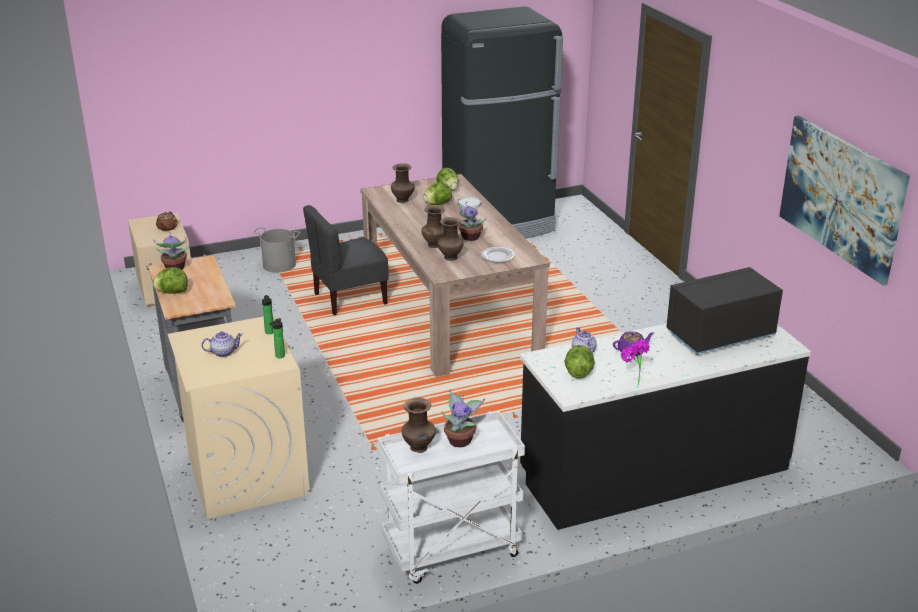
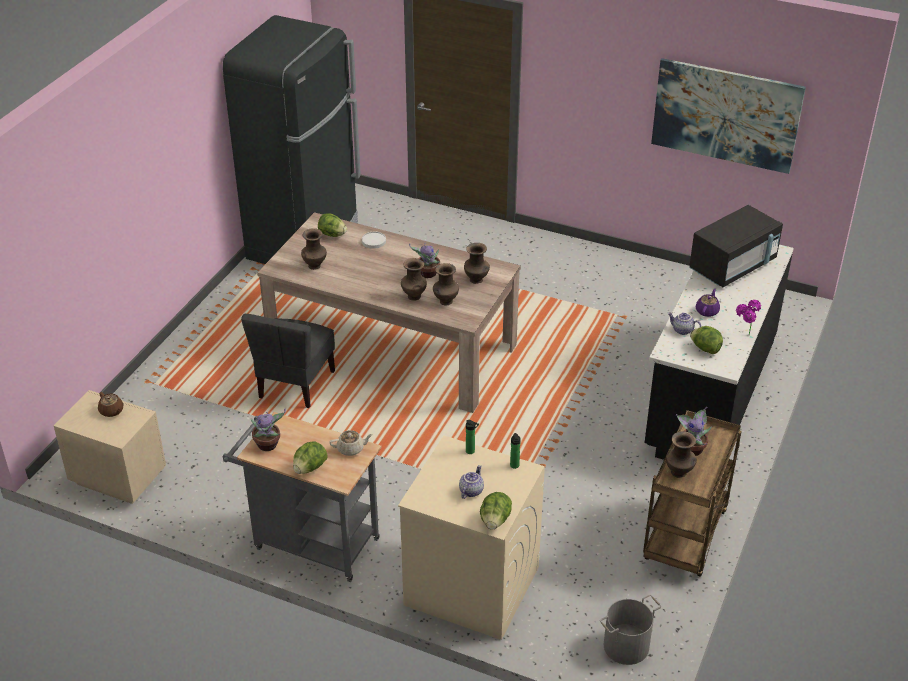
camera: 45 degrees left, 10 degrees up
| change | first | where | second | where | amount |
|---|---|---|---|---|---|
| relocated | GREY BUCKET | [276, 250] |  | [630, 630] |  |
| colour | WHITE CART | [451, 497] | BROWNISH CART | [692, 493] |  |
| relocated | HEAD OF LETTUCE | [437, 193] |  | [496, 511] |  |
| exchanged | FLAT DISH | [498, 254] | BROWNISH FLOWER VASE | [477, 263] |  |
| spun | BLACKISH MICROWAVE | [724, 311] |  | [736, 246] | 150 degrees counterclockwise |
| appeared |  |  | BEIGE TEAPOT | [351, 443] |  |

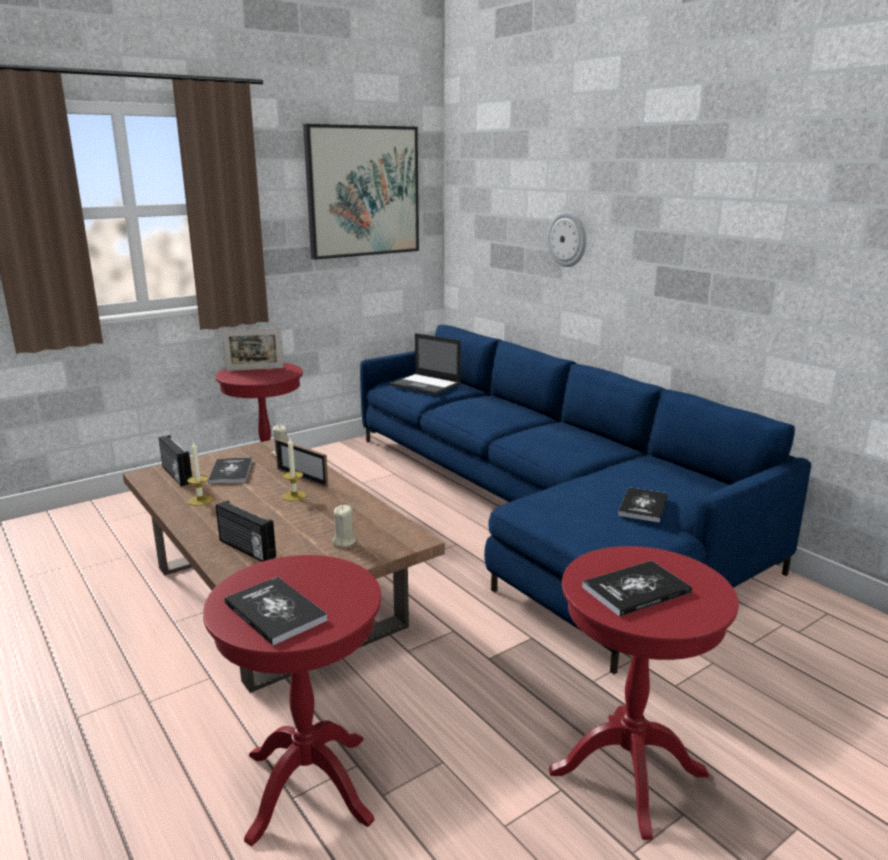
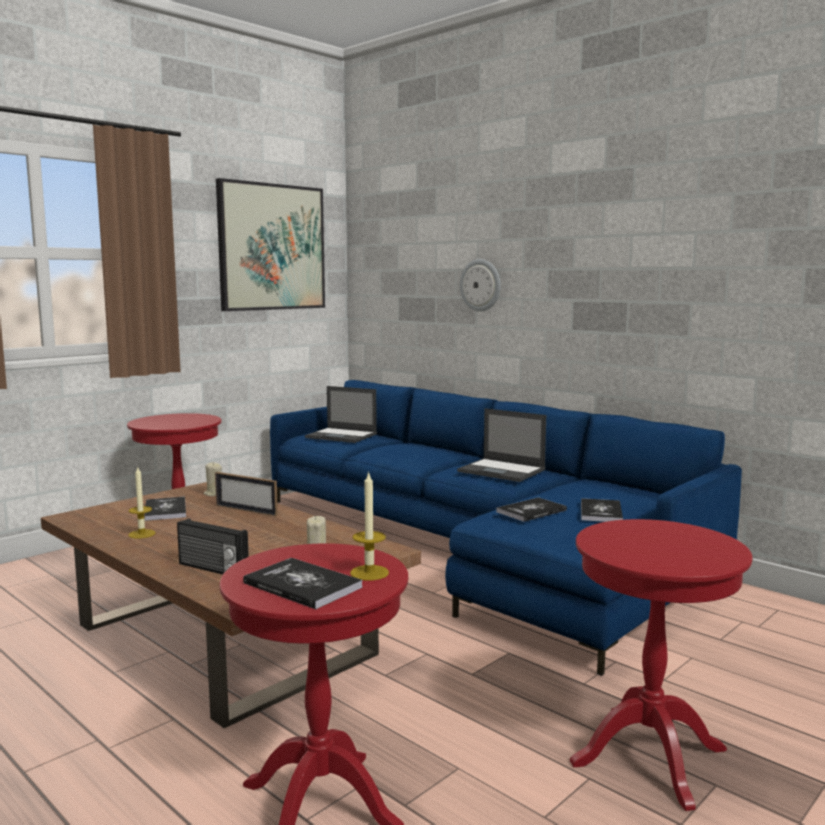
camera: 10 degrees left, 10 degrees down
| change | first | where | second | where | amount |
|---|---|---|---|---|---|
| missing | RADIO | [175, 460] |  |  |  |
| missing | STANDING FRAME | [253, 349] |  |  |  |
| relocated | WAX LIGHT | [294, 469] |  | [369, 525] |  |
| relocated | VOLUME | [637, 589] |  | [531, 509] |  |
| appeared |  |  | PORTABLE COMPUTER | [501, 445] |  |

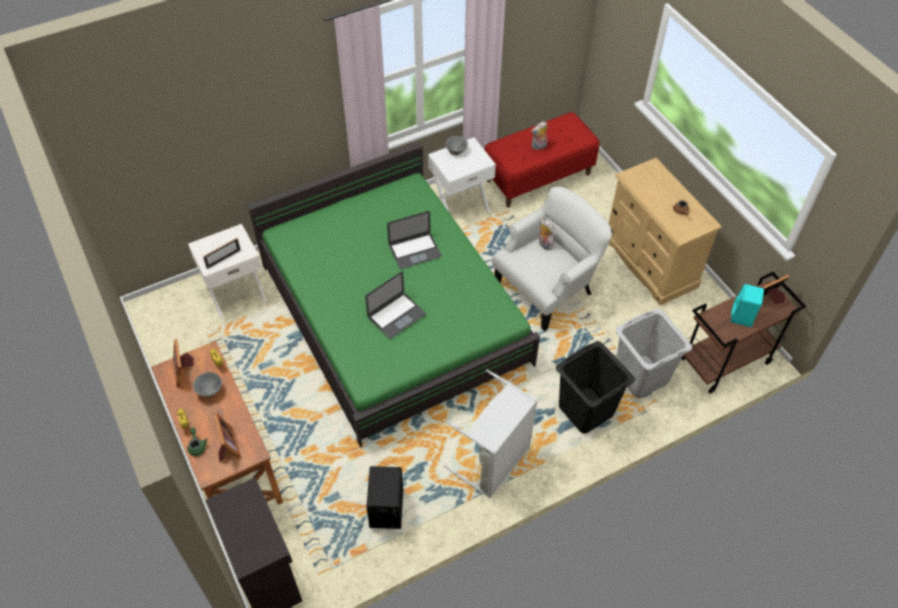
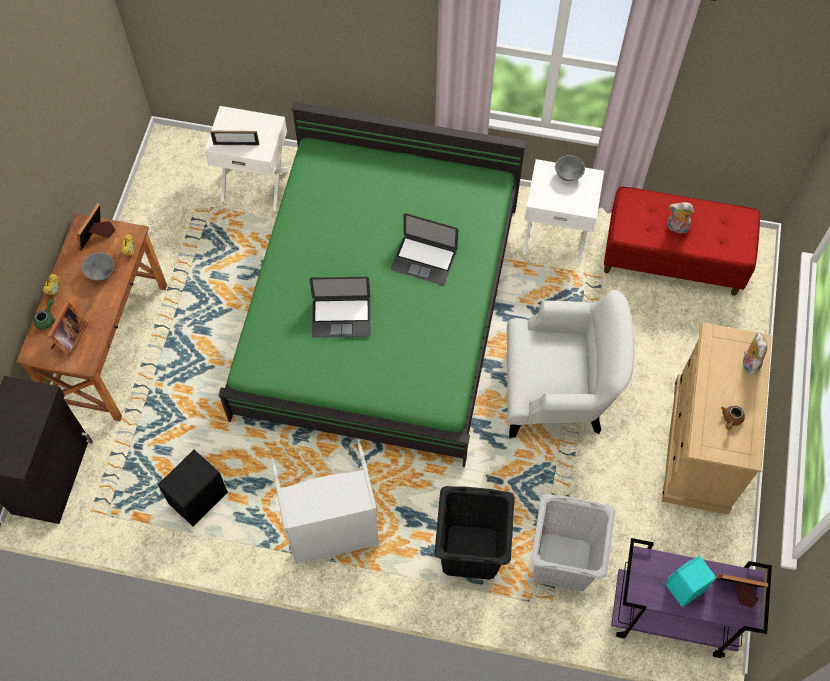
camera: 40 degrees right, 10 degrees up
| change | first | where | second | where | amount |
|---|---|---|---|---|---|
| relocated | CUDDLY TOY | [546, 234] |  | [755, 353] |  |
| colour | BROWNISH CART | [744, 333] | PURPLISH CART | [691, 598] |  |

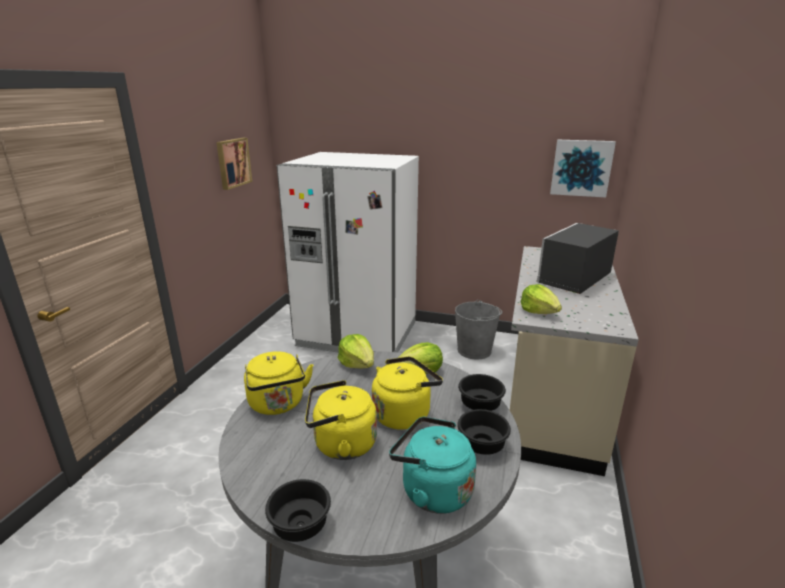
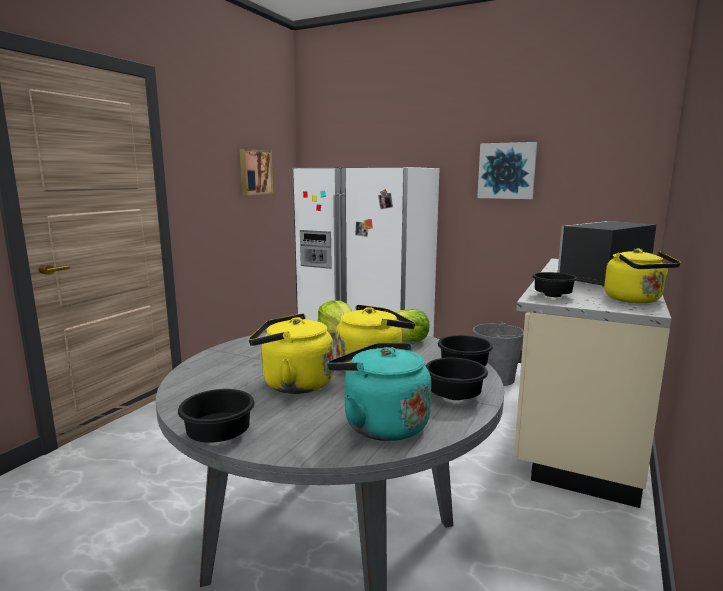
camera: 10 degrees right, 10 degrees down
| change | first | where | second | where | amount |
|---|---|---|---|---|---|
| relocated | YELLOW-COLOURED KETTLE | [278, 383] |  | [642, 275] |  |
| exchanged | HEAD OF LETTUCE | [541, 299] | BLACKISH BOWL | [555, 284] |  |
| relocated | WALL PICTURE | [583, 168] |  | [507, 170] |  |

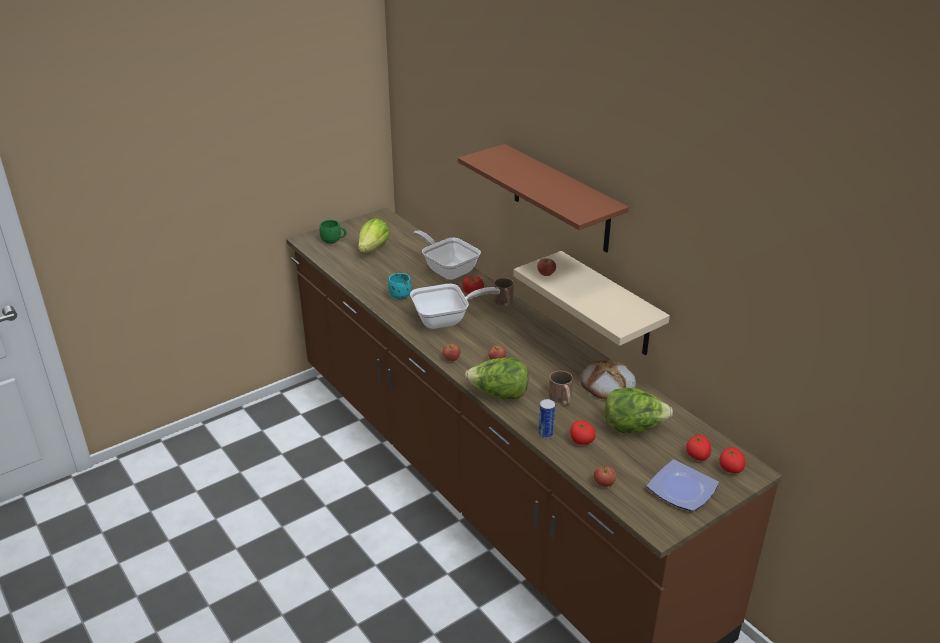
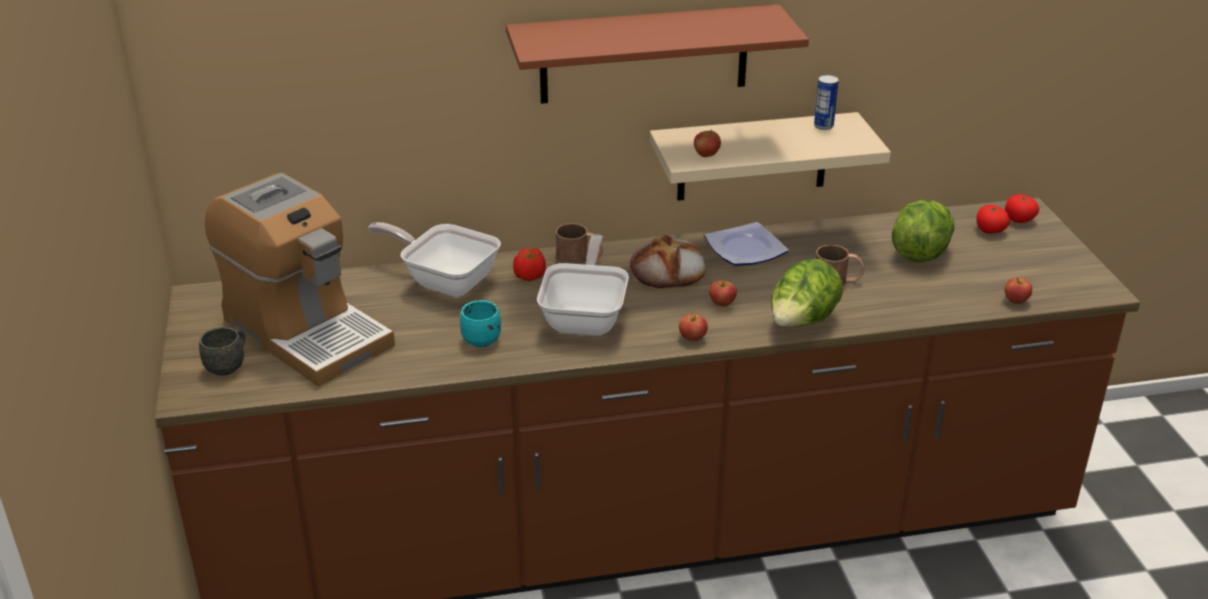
camera: 65 degrees left, 0 degrees up
| change | first | where | second | where | amount |
|---|---|---|---|---|---|
| colour | GREENISH COFFEE MUG | [333, 232] | GREY COFFEE MUG | [222, 351] |  |
| exchanged | HEAD OF LETTUCE | [374, 235] | COFFEE BREWER | [300, 279] |  |
| spun | SKILLET | [447, 255] |  | [434, 259] | 45 degrees clockwise |
| relocated | CAN | [546, 419] |  | [826, 102] |  |
| missing | TOMATO | [583, 433] |  |  |  |
| relocated | BAKED BREAD | [608, 380] |  | [668, 261] |  |
| relocated | FLAT DISH | [683, 485] |  | [747, 244] |  |

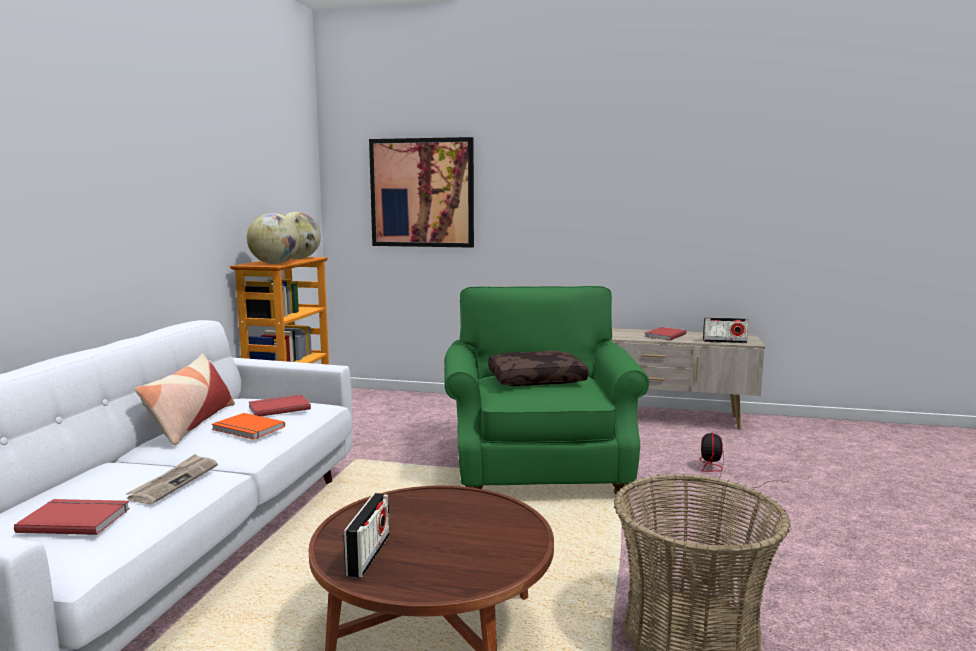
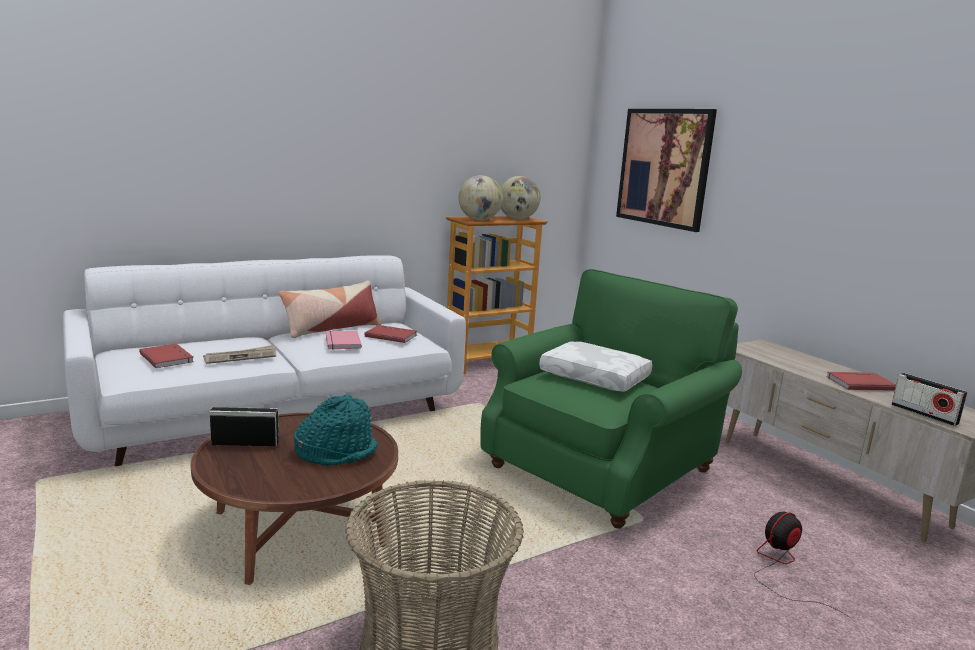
camera: 45 degrees right, 5 degrees up
| change | first | where | second | where | amount |
|---|---|---|---|---|---|
| colour | ORANGE VOLUME | [248, 426] | PINK-COLOURED VOLUME | [344, 340] |  |
| spun | RADIO | [366, 535] |  | [244, 426] | 150 degrees counterclockwise |
| colour | BROWNISH THROW PILLOW | [538, 368] | WHITE THROW PILLOW | [596, 367] |  |
| appeared |  |  | TURQUOISE HAT | [335, 430] |  |

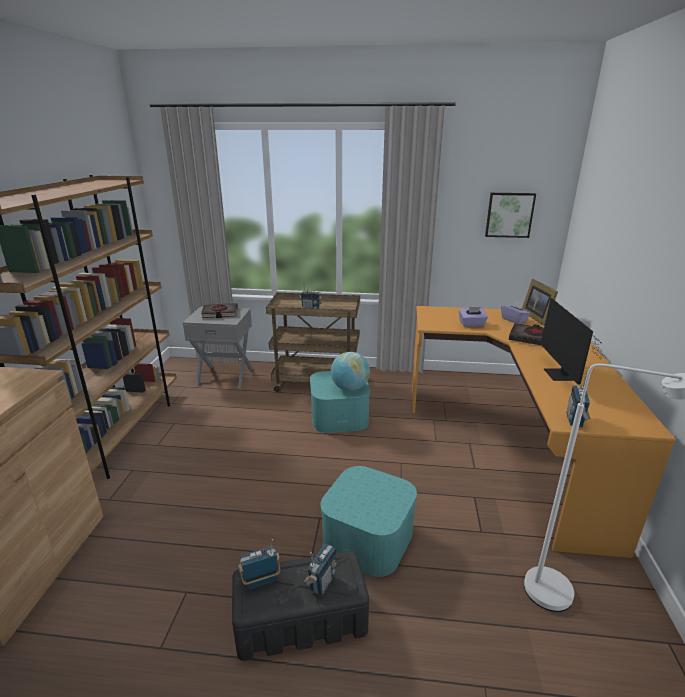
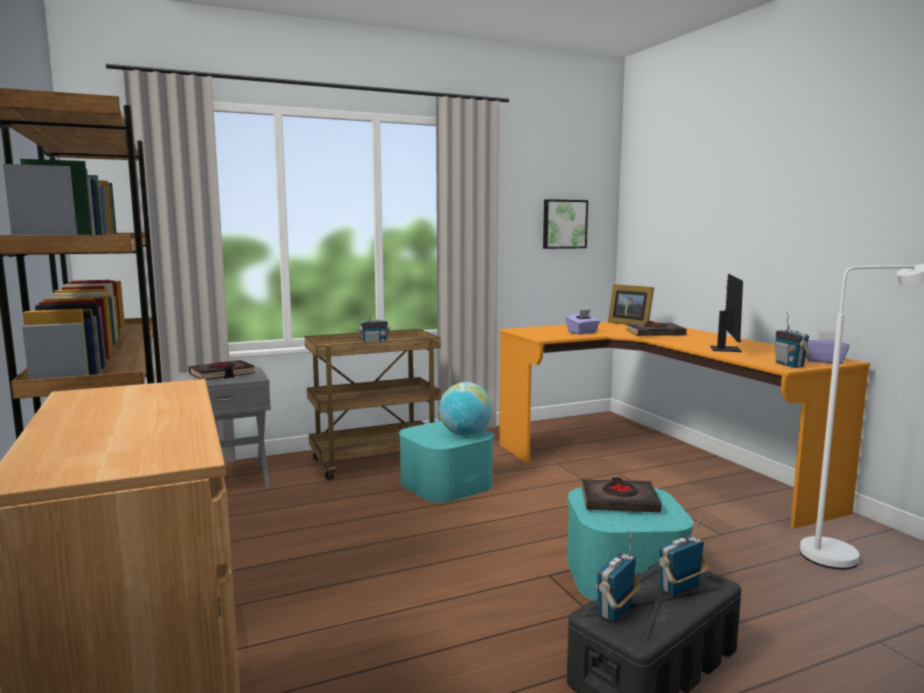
camera: 30 degrees left, 15 degrees down
| change | first | where | second | where | amount |
|---|---|---|---|---|---|
| spun | RADIO | [320, 569] |  | [683, 556] | 120 degrees counterclockwise |
| relocated | PURPLISH BOX OF TISSUES | [516, 312] |  | [827, 347] |  |
| spun | MONITOR | [571, 341] |  | [726, 313] | 135 degrees counterclockwise |
| appeared |  |  | BLACKISH VOLUME | [622, 494] |  |

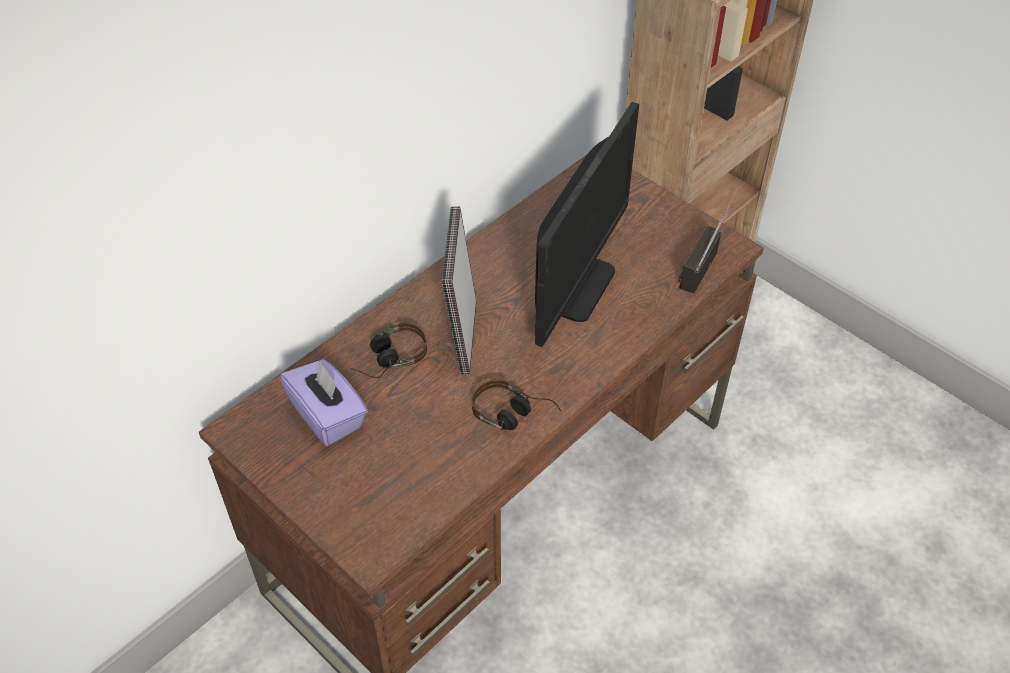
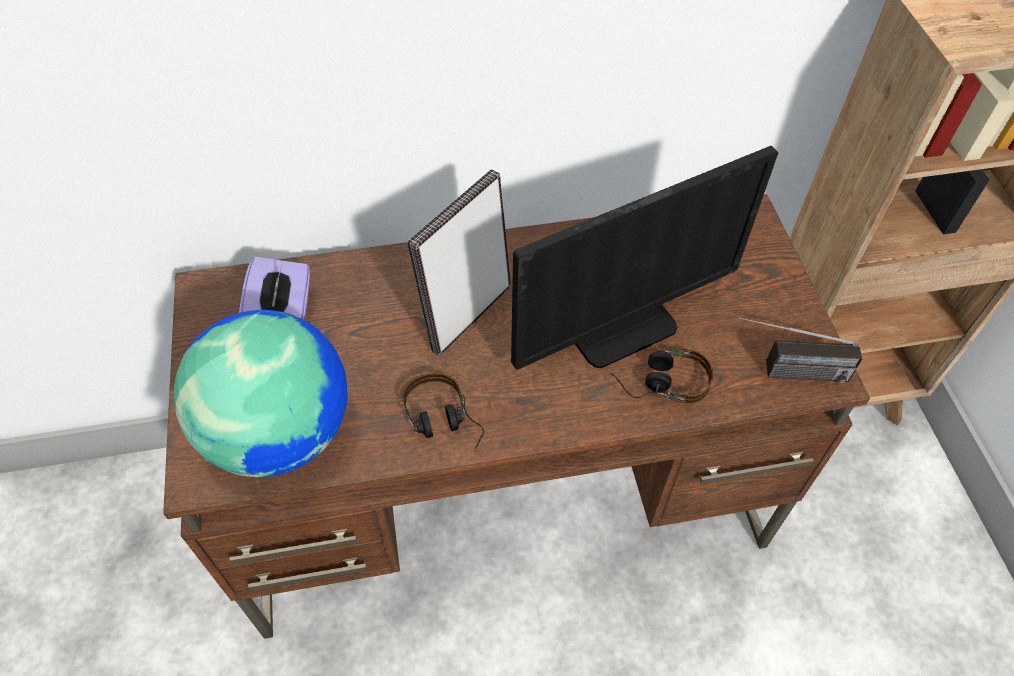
camera: 35 degrees right, 5 degrees up
| change | first | where | second | where | amount |
|---|---|---|---|---|---|
| relocated | HEADPHONES | [389, 350] |  | [662, 376] |  |
| spun | RADIO | [707, 241] |  | [800, 350] | 150 degrees counterclockwise |
| appeared |  |  | DESK GLOBE | [261, 393] |  |

